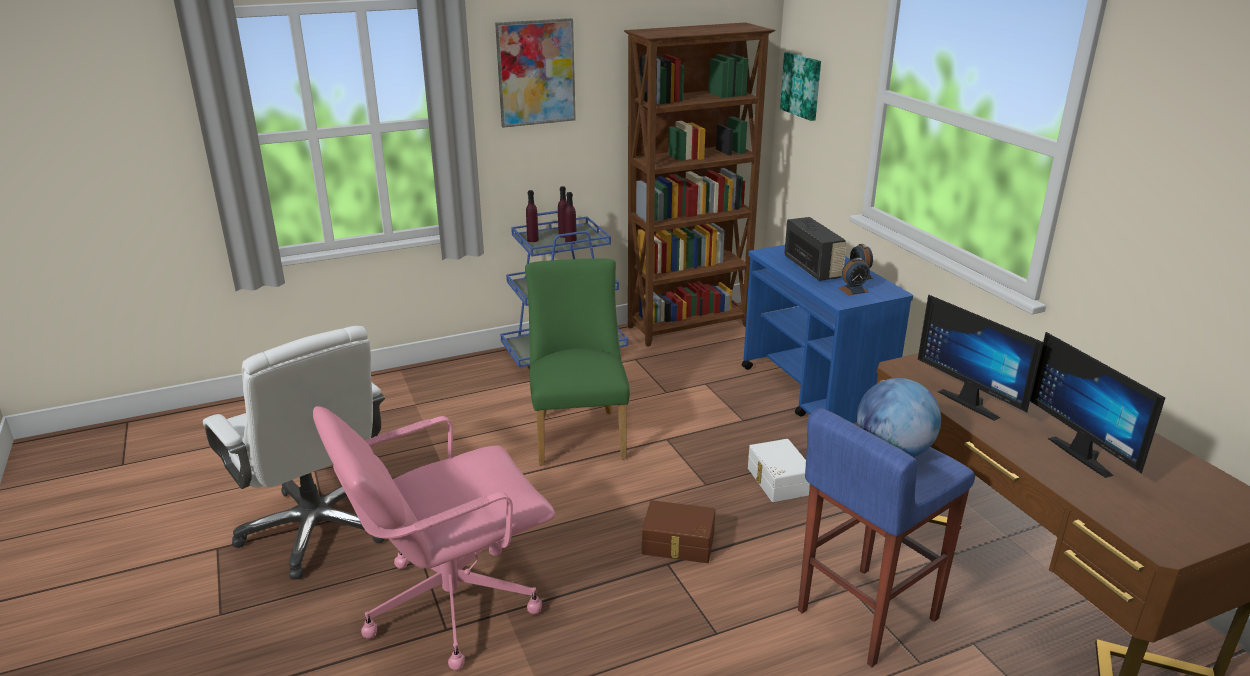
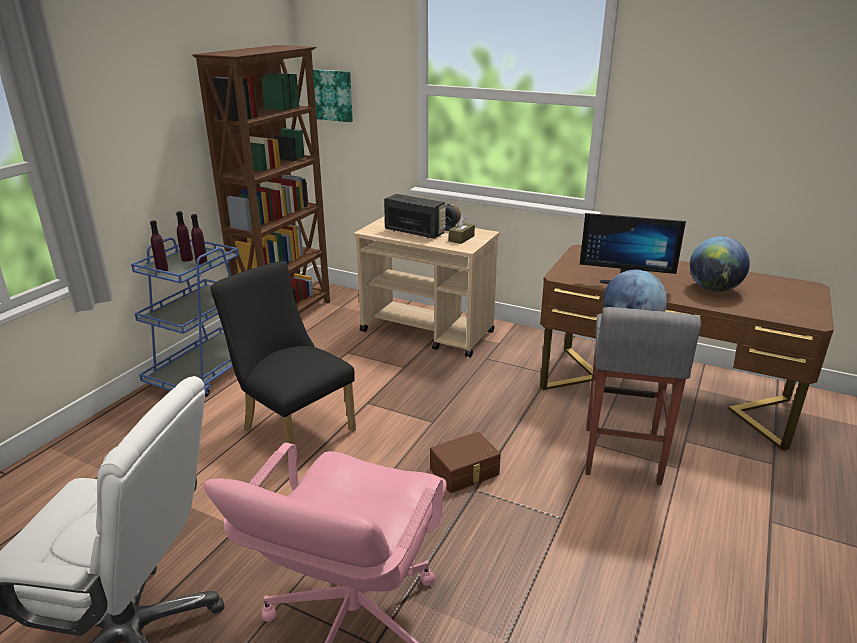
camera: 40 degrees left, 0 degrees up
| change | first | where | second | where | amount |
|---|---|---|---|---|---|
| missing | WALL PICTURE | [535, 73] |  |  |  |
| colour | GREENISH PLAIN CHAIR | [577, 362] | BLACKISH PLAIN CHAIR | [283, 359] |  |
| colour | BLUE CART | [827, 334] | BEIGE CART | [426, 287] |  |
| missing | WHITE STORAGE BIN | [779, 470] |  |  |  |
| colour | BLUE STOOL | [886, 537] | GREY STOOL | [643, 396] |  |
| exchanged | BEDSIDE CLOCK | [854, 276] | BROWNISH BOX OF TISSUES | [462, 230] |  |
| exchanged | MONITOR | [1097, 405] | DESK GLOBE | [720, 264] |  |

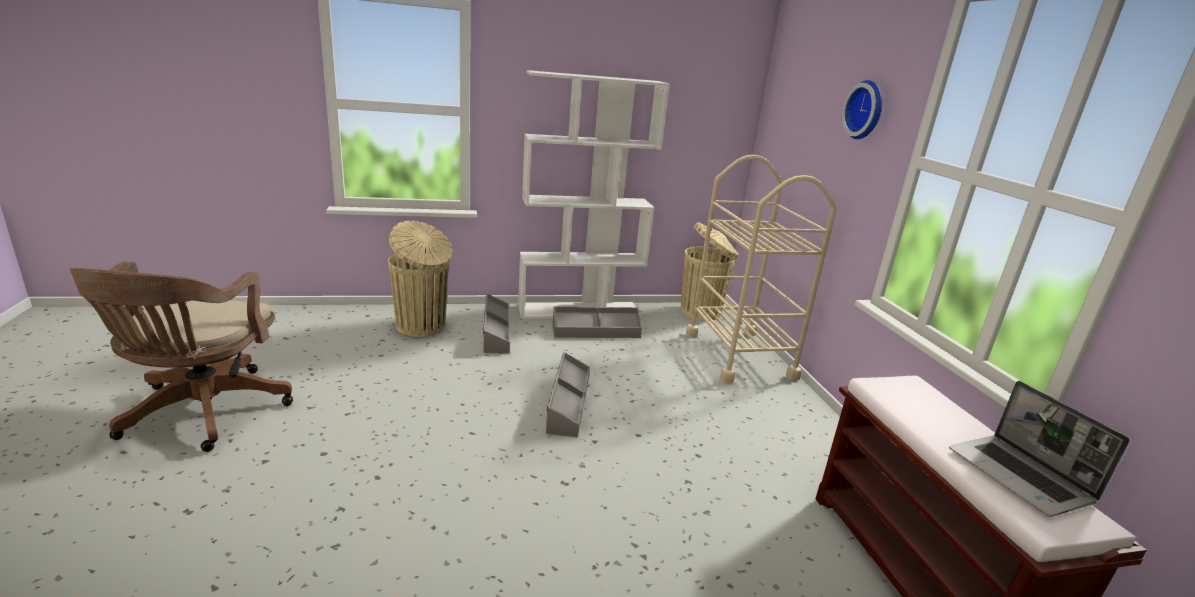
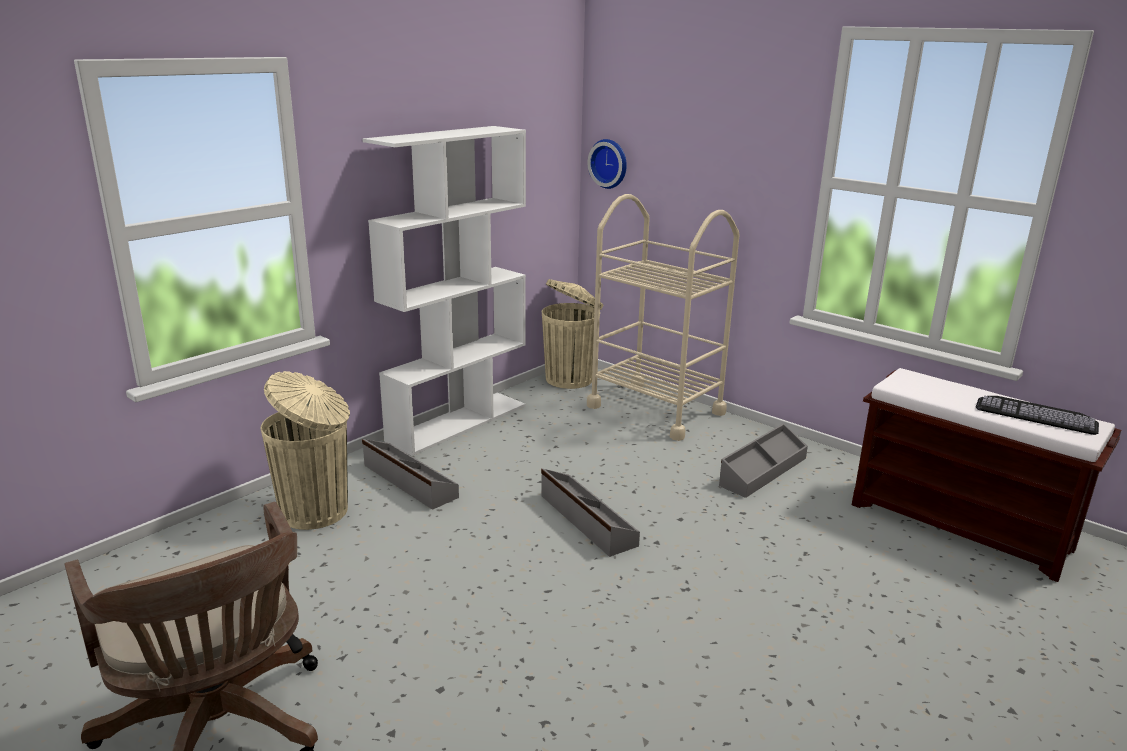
camera: 35 degrees left, 0 degrees up
| change | first | where | second | where | amount |
|---|---|---|---|---|---|
| relocated | GREY STORAGE BIN | [597, 322] |  | [763, 460] |  |
| relocated | HANGING CLOCK | [862, 109] |  | [607, 164] |  |
| exchanged | PORTABLE COMPUTER | [1039, 449] | KEYBOARD | [1037, 415] |  |

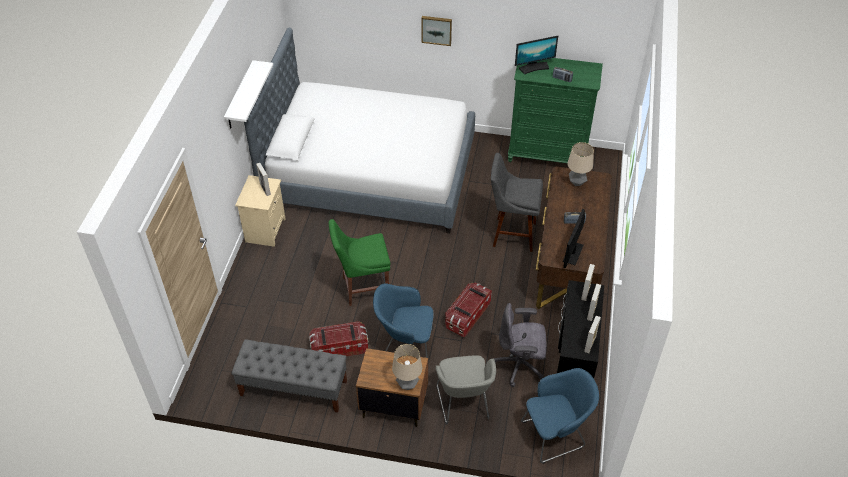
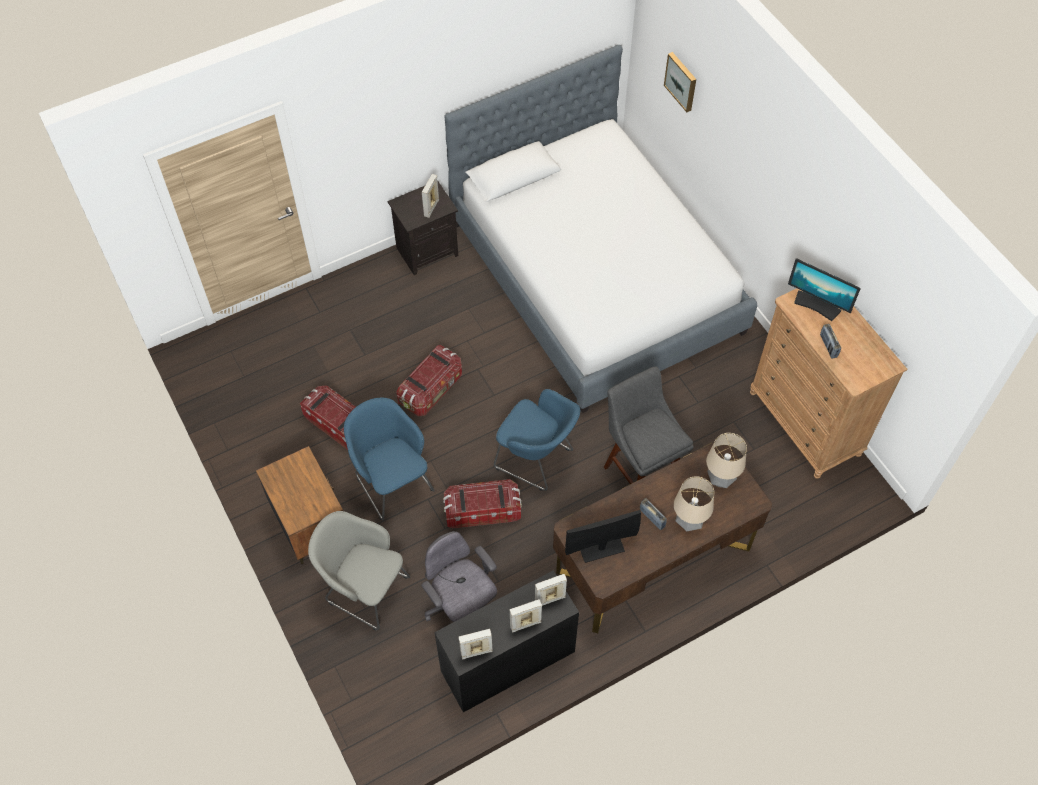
camera: 50 degrees right, 10 degrees up
| change | first | where | second | where | amount |
|---|---|---|---|---|---|
| missing | WHITE SHELF | [248, 94] |  |  |  |
| missing | GREY LONG SEAT | [289, 376] |  |  |  |
| colour | BEIGE NIGHTSTAND | [260, 211] | BLACKISH NIGHTSTAND | [423, 227] |  |
| exchanged | GREENISH PLAIN CHAIR | [359, 262] | STORAGE BIN | [429, 380] |  |
| relocated | LAMP FOR A TABLE | [407, 367] |  | [694, 503] |  |
| relocated | WALL PICTURE | [437, 31] |  | [680, 82] |  |
| spun | GREY EASY CHAIR | [466, 389] |  | [359, 570] | 75 degrees clockwise |
| colour | GREENISH CHEST OF DRAWERS | [555, 110] | BROWNISH CHEST OF DRAWERS | [829, 383] |  |
| relocated | BLUE EASY CHAIR | [560, 416] |  | [537, 440] |  |

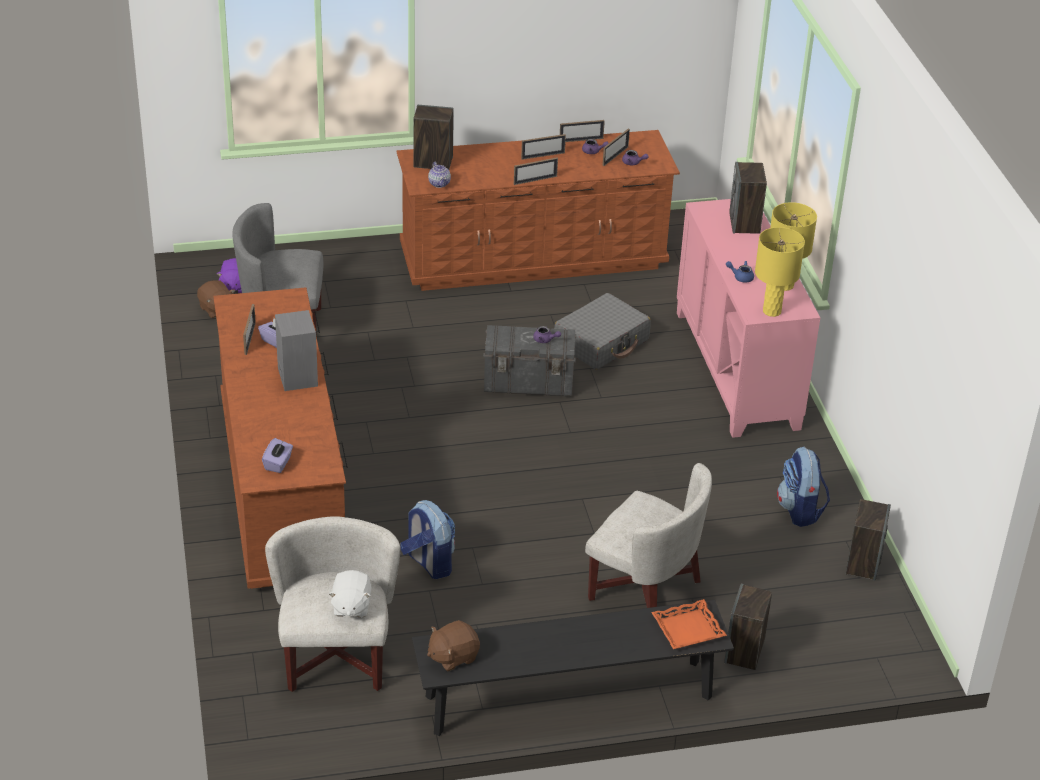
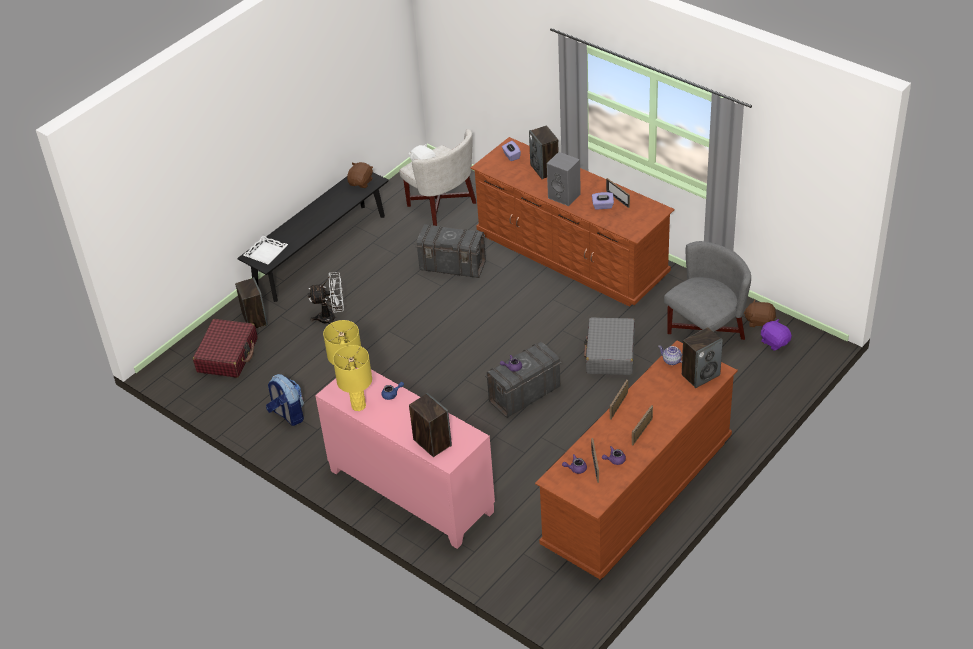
camera: 145 degrees right, 5 degrees up
| change | first | where | second | where | amount |
|---|---|---|---|---|---|
| exchanged | KNAPSACK | [428, 539] | GREY STORAGE BIN | [451, 251] |  |
| relocated | GREY PIECE OF LUGGAGE | [602, 331] |  | [609, 346] |  |
| missing | STANDING FRAME | [582, 131] |  |  |  |
| exchanged | WHITE EASY CHAIR | [648, 535] | WHITE COOLING FAN | [325, 298] |  |
| colour | ORANGE TRAY | [689, 624] | WHITE TRAY | [265, 250] |  |
| relocated | SPEAKER | [868, 540] |  | [544, 152] |  |
| appeared |  |  | REDDISH PIECE OF LUGGAGE | [225, 348] |  |

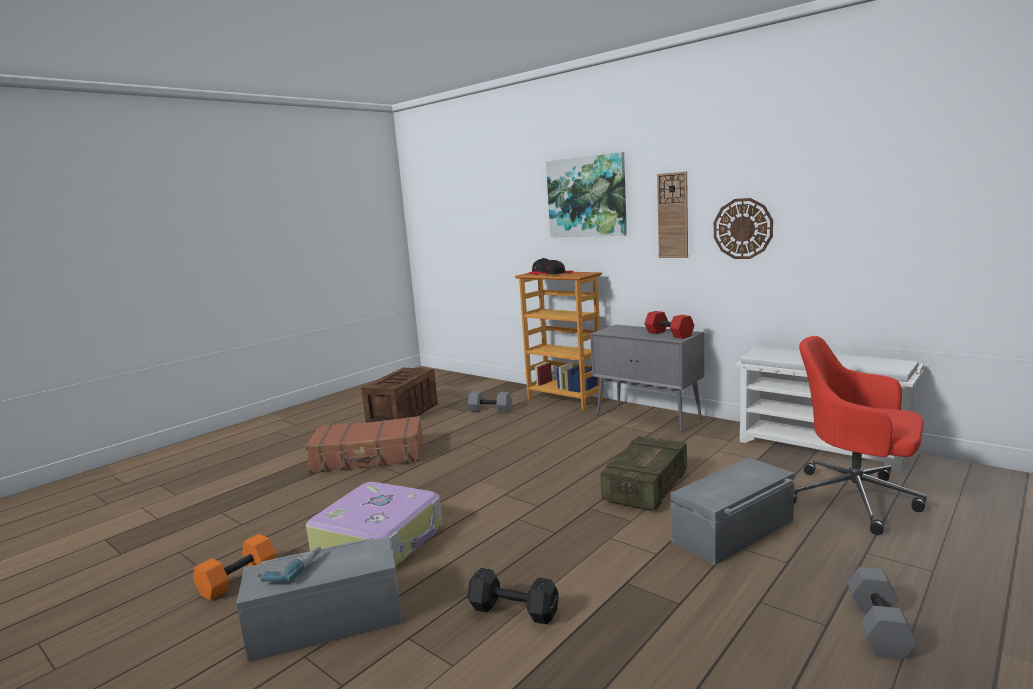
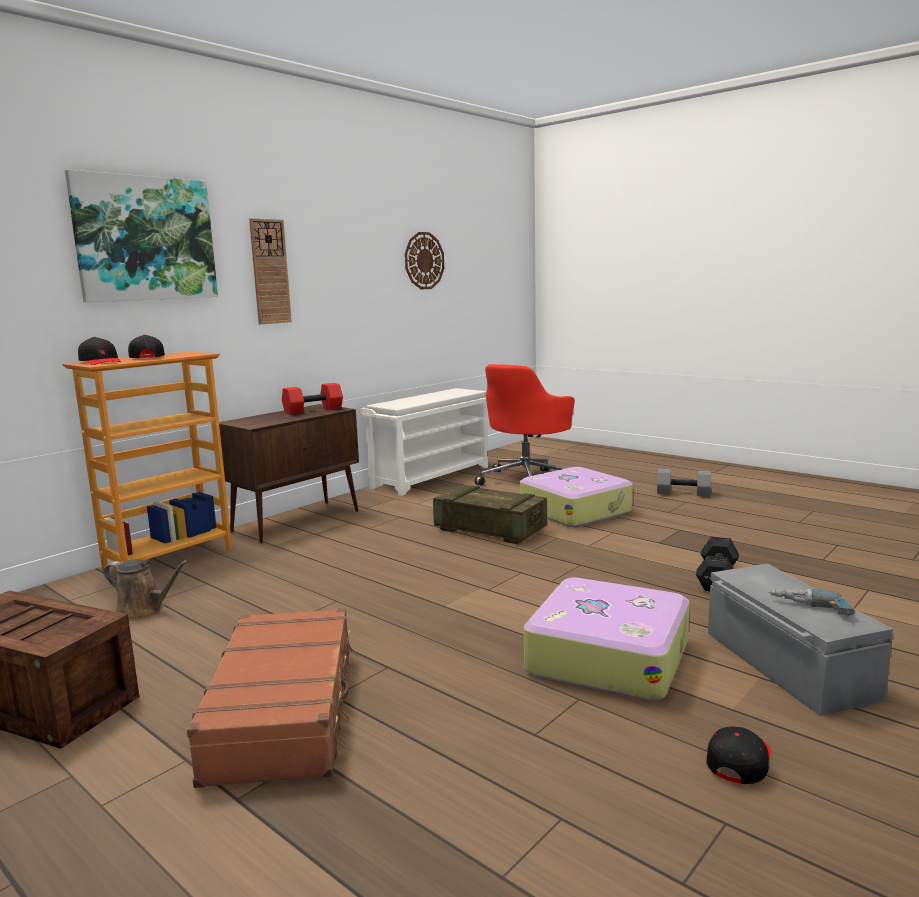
camera: 90 degrees left, 0 degrees up
| change | first | where | second | where | amount |
|---|---|---|---|---|---|
| exchanged | ORANGE HAND WEIGHT | [234, 567] | BLACKISH BASEBALL CAP | [738, 755] |  |
| exchanged | GREY HAND WEIGHT | [490, 401] | BROWNISH WATERING CAN | [146, 589] |  |
| colour | GREY CABINET | [647, 378] | BROWNISH CABINET | [289, 473] |  |
| exchanged | GREY STORAGE BIN | [732, 511] | PIECE OF LUGGAGE | [576, 497] |  |
| relocated | HANGING CLOCK | [743, 228] |  | [424, 260] |  |

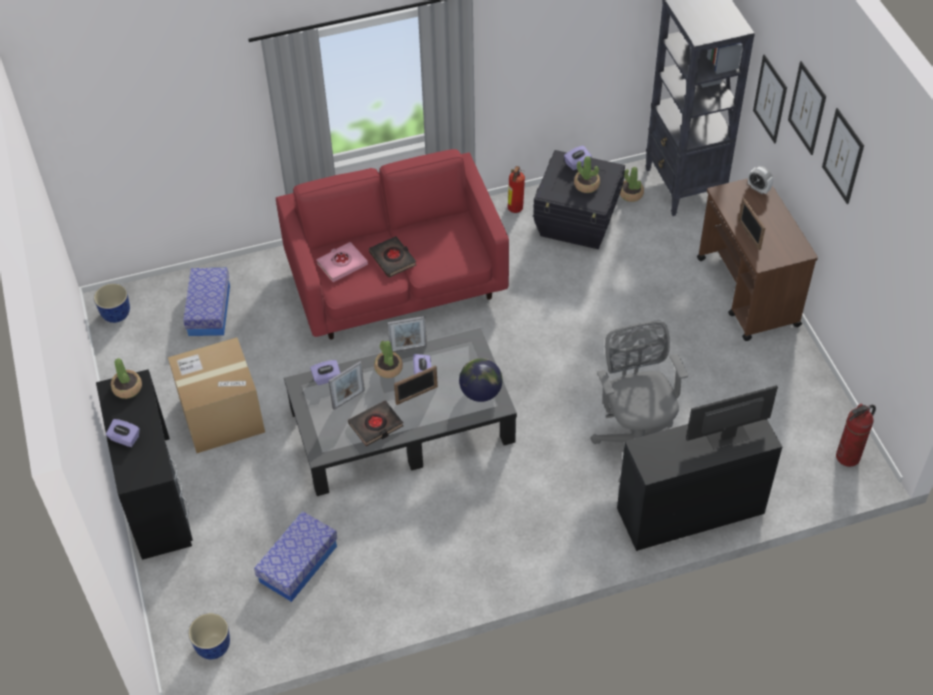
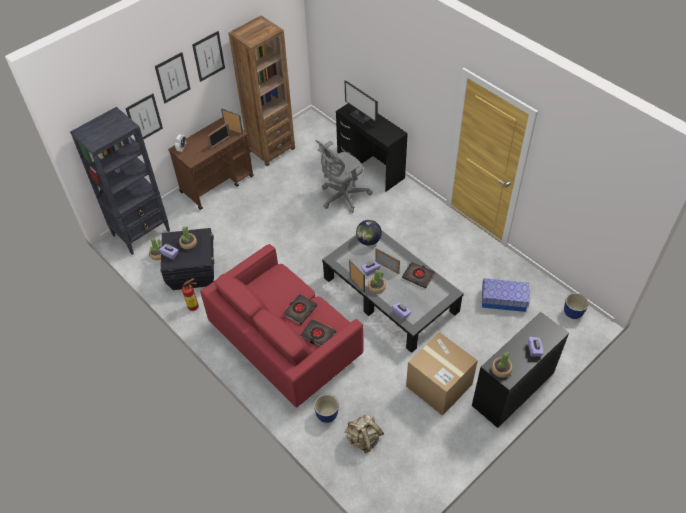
camera: 115 degrees left, 0 degrees up
| change | first | where | second | where | amount |
|---|---|---|---|---|---|
| relocated | PLANT POT | [112, 303] |  | [326, 408] |  |
| exchanged | STORAGE BIN | [206, 302] | BEIGE KNAPSACK | [364, 434] |  |
| colour | PINK-COLOURED VOLUME | [342, 262] | BLACKISH VOLUME | [318, 332] |  |
| relocated | STANDING FRAME | [347, 385] |  | [232, 121] |  |
| missing | EXTINGUISHER | [856, 435] |  |  |  |
| appeared |  |  | BROWNISH BOOKCASE | [262, 90] |  |

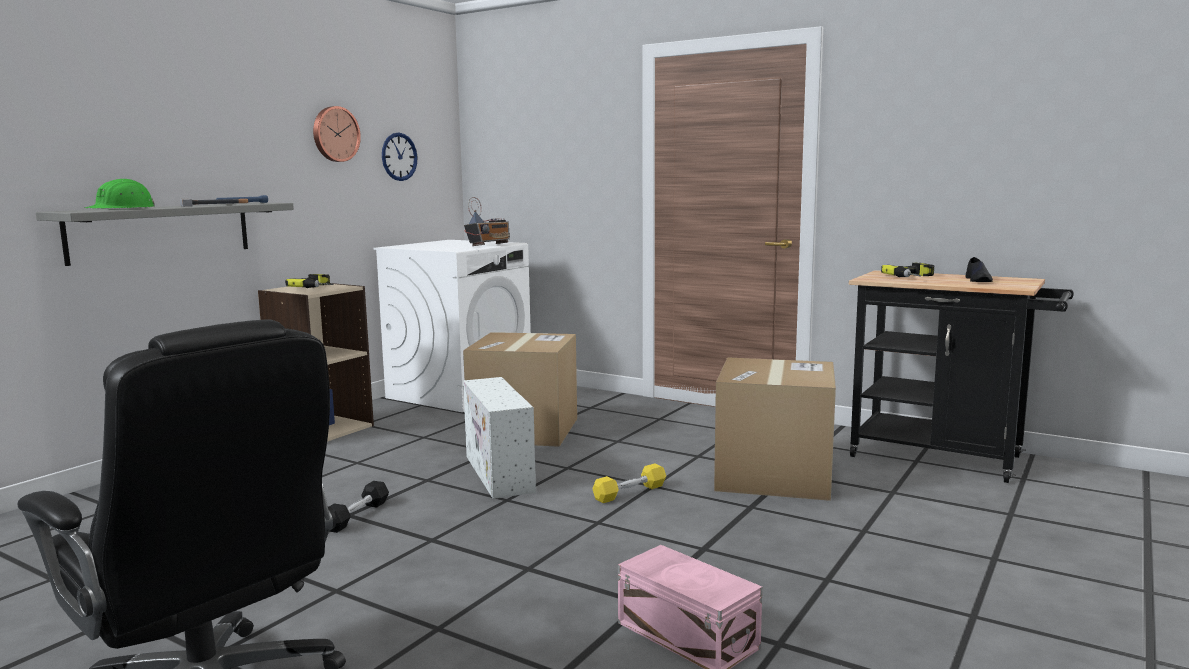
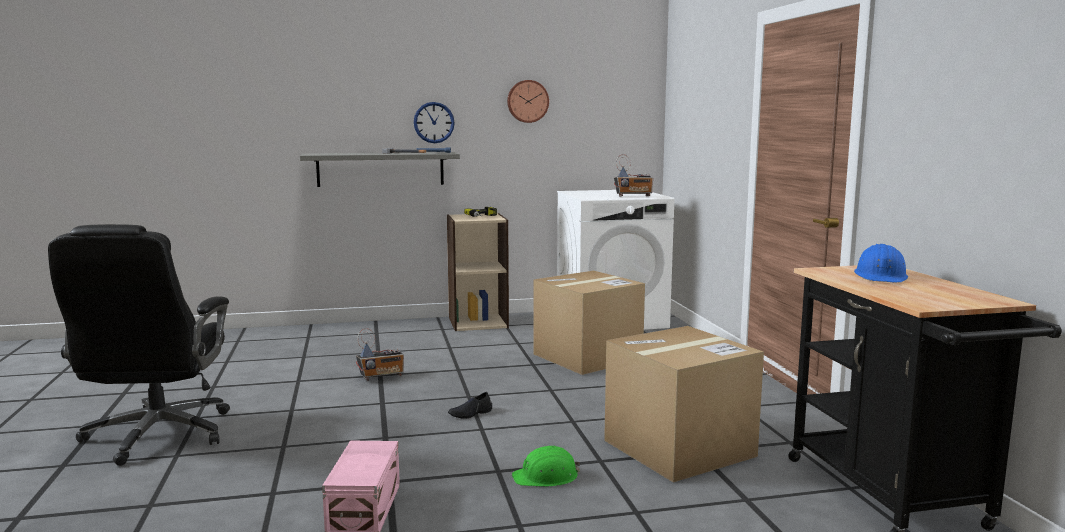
camera: 45 degrees right, 0 degrees up
| change | first | where | second | where | amount |
|---|---|---|---|---|---|
| relocated | GREENISH WORK HELMET | [119, 194] |  | [546, 466] |  |
| exchanged | BLACKISH HAND WEIGHT | [359, 507] | RADIO | [380, 354] |  |
| relocated | HANGING CLOCK | [400, 157] |  | [434, 122] |  |
| missing | WHITE STORAGE BIN | [499, 438] |  |  |  |
| missing | YELLOW-COLOURED HAND WEIGHT | [629, 483] |  |  |  |
| exchanged | POWER DRILL | [907, 269] | BLUE WORK HELMET | [881, 263] |  |
| relocated | BLACKISH SHOE | [979, 269] |  | [470, 405] |  |

